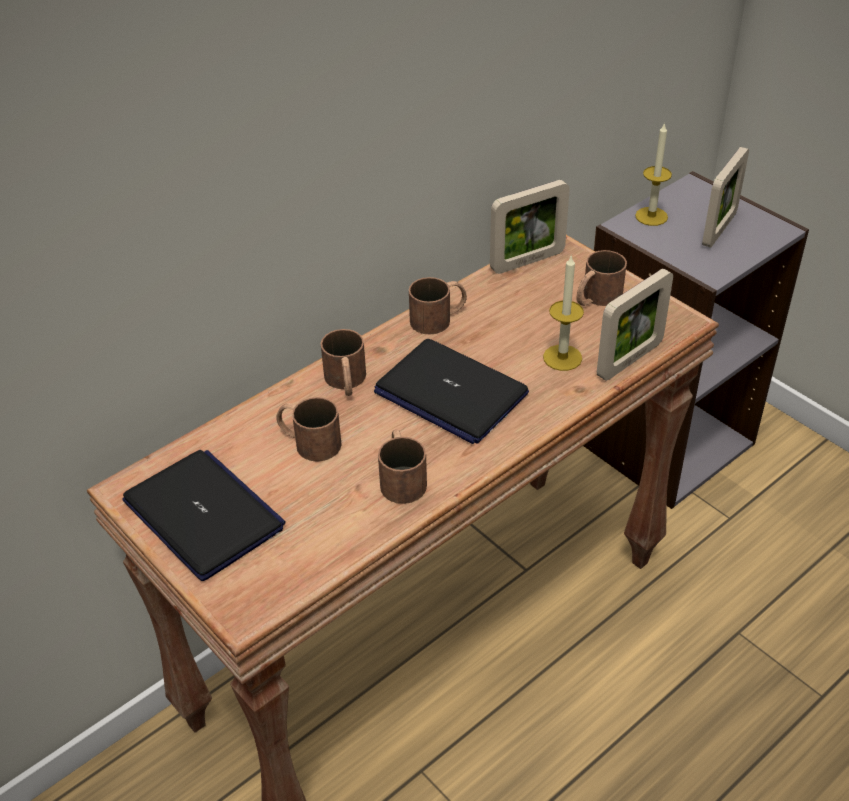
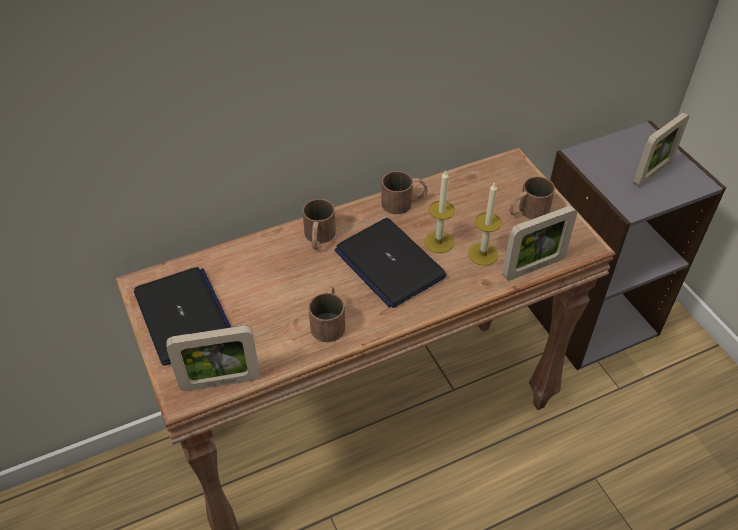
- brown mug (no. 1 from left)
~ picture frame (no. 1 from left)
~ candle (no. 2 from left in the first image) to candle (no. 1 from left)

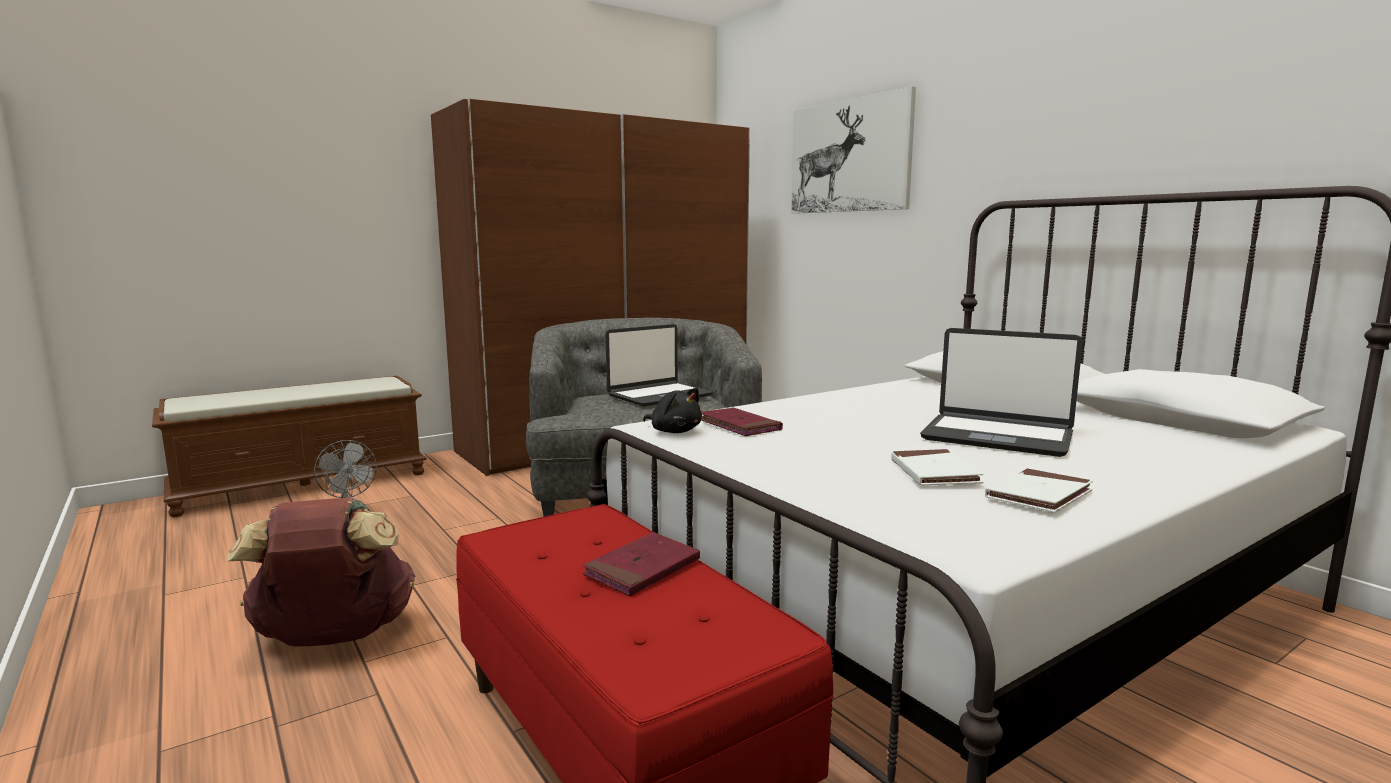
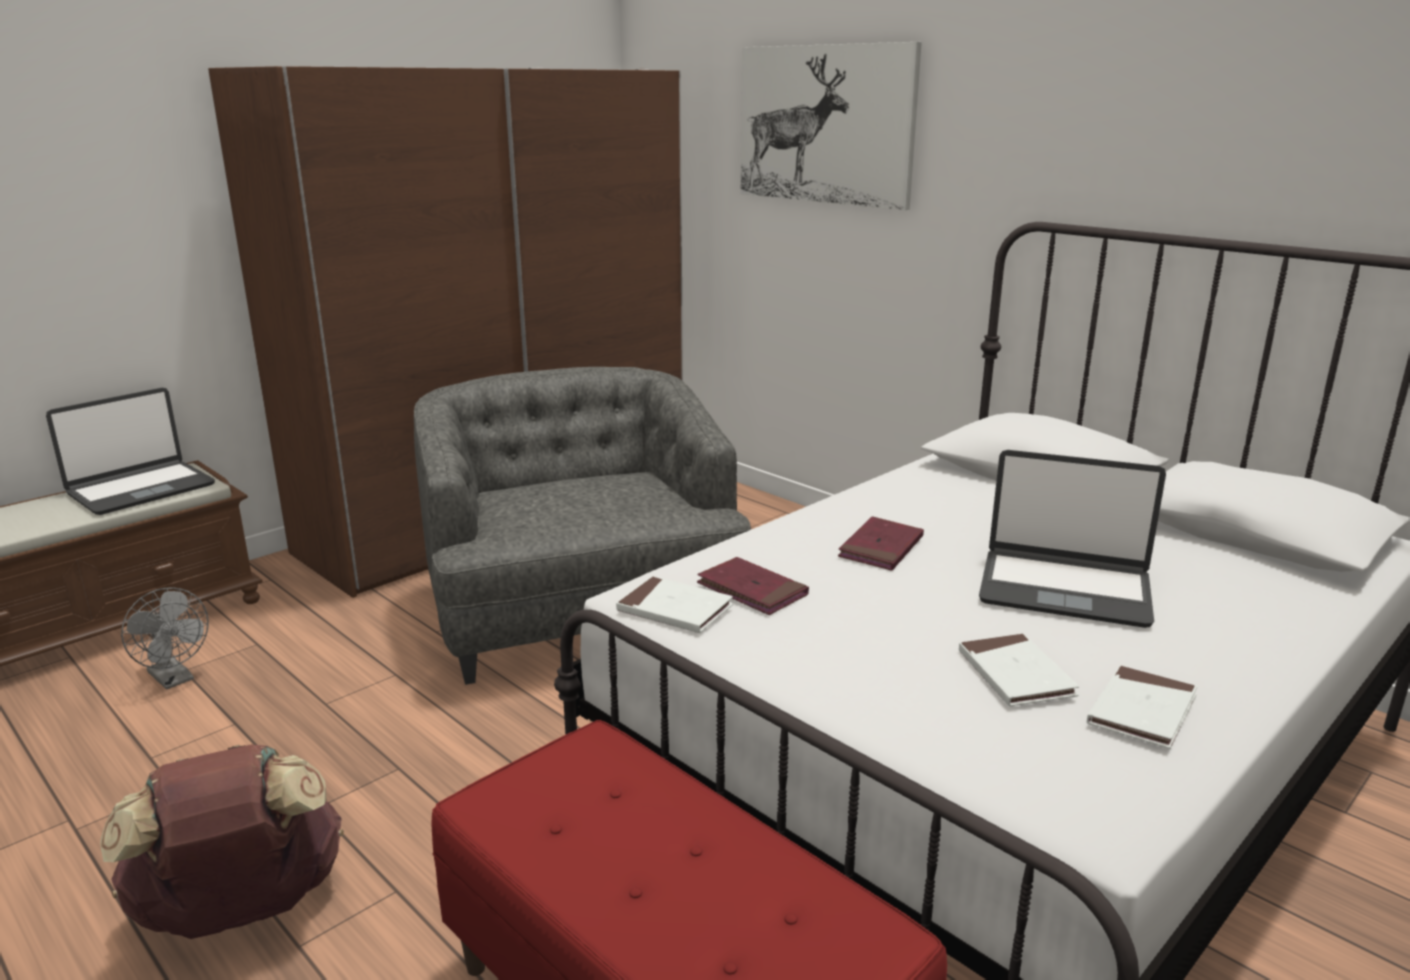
~ red book (no. 1 from left in the first image) to red book (no. 2 from left)
~ laptop (no. 1 from left)
~ black plush toy to white book (no. 1 from left)

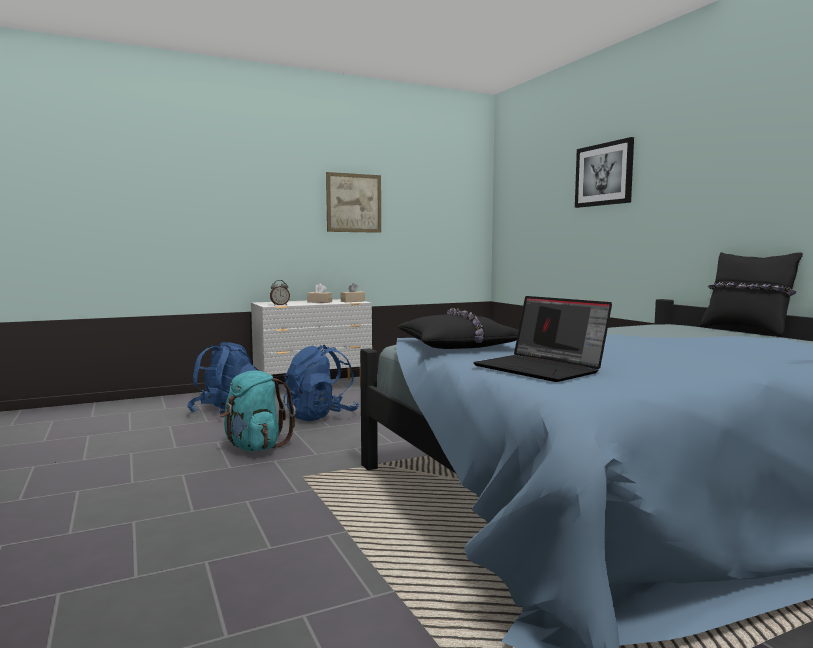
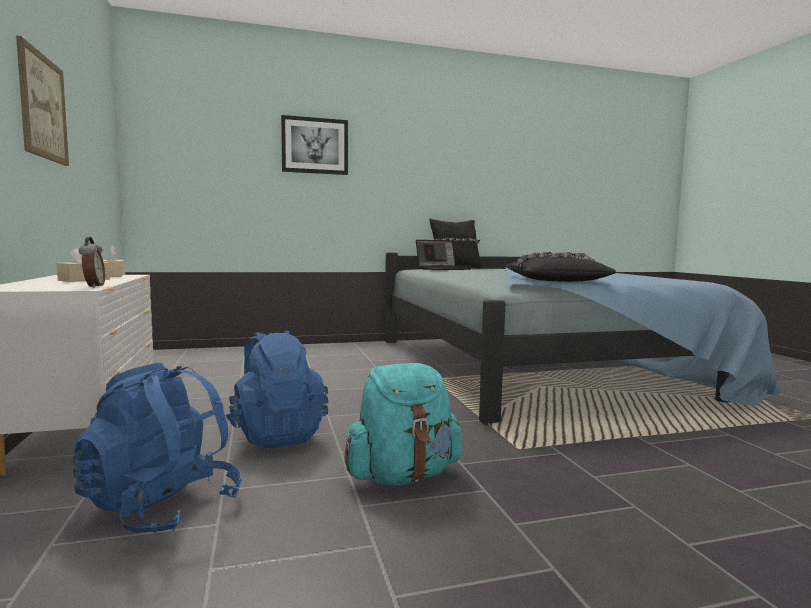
~ laptop

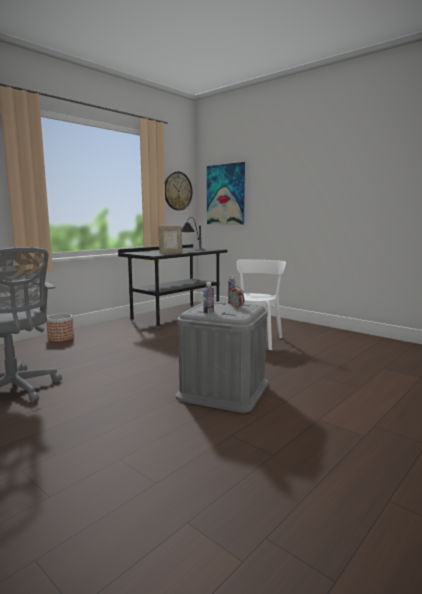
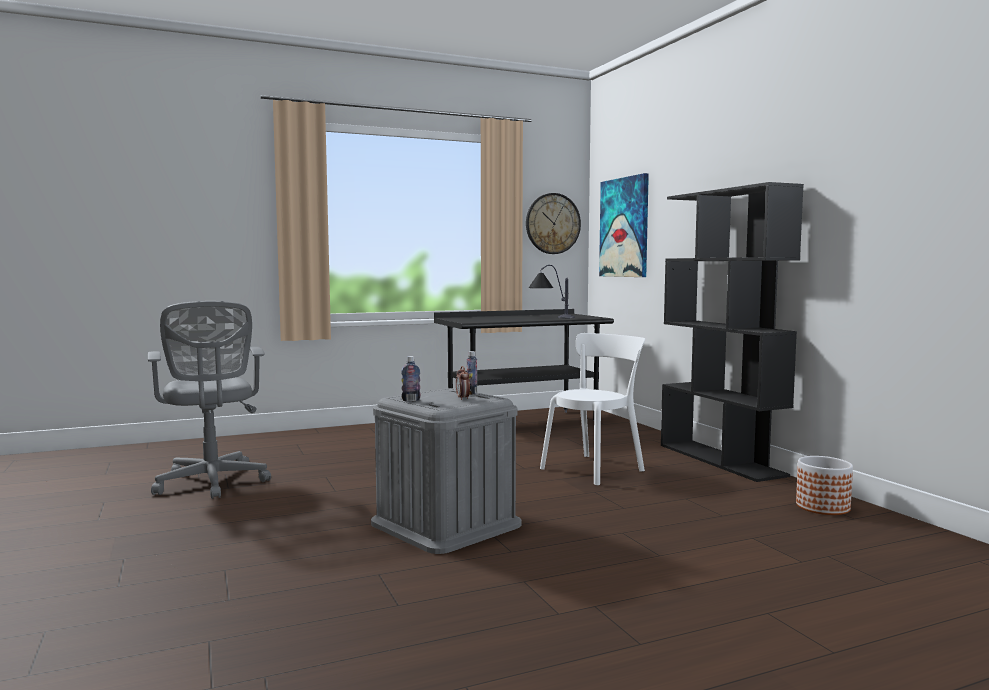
~ planter
- picture frame
+ black bookcase

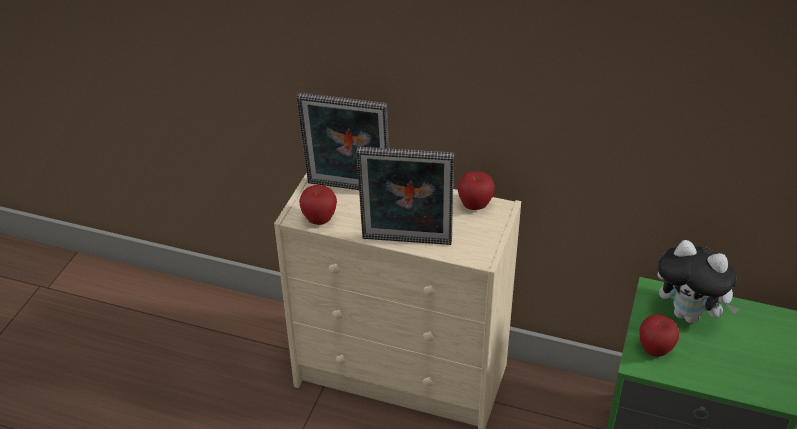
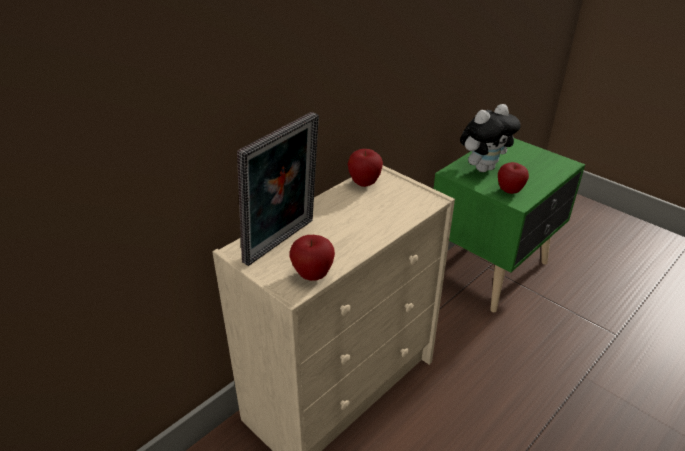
- picture frame (no. 2 from left)

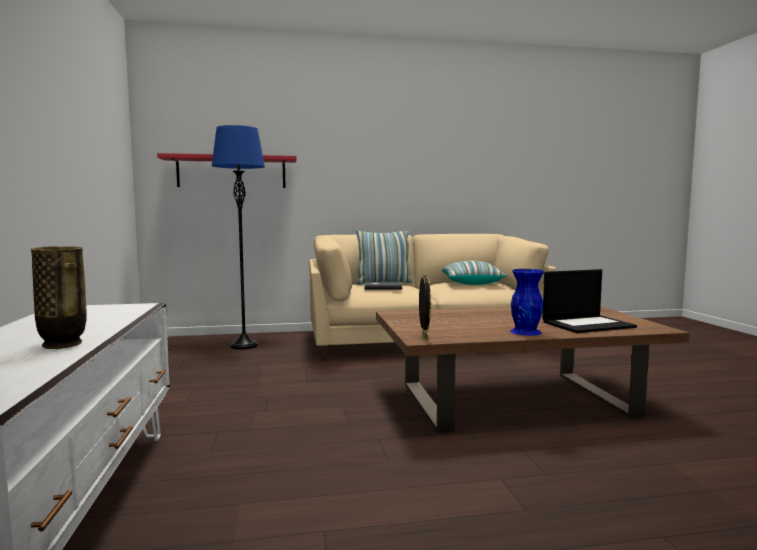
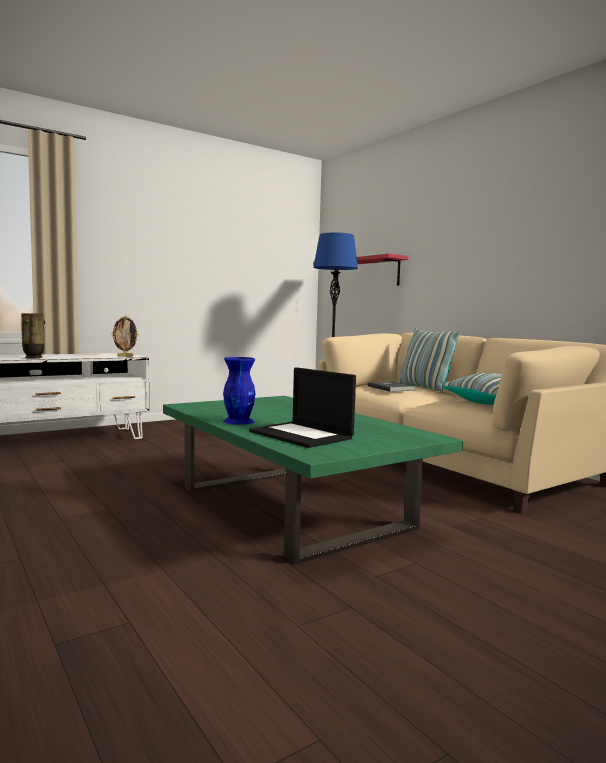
~ brown coffee table to green coffee table
~ picture frame

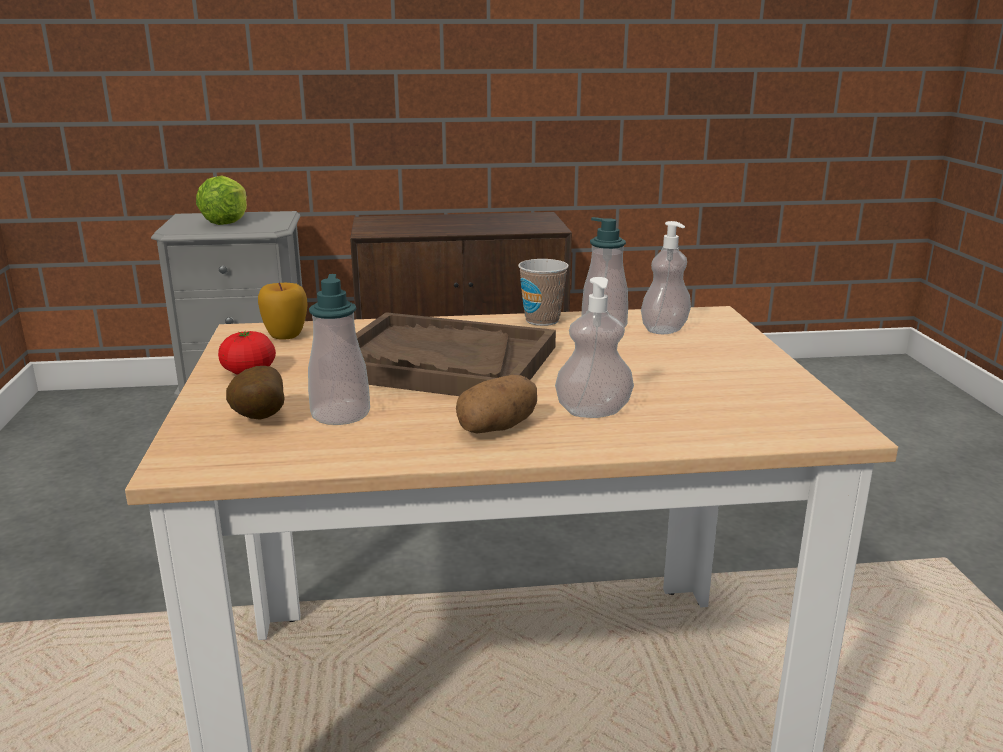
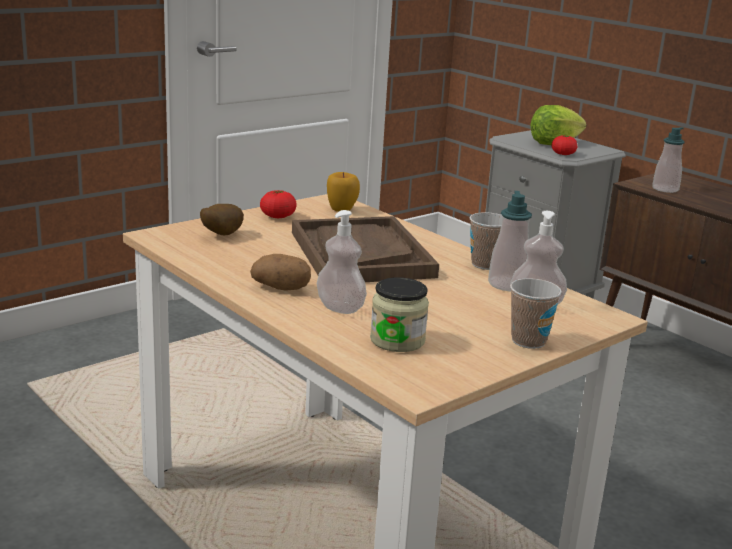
~ soap dispenser (no. 1 from left in the first image) to soap dispenser (no. 4 from left)
+ jar
+ cup (no. 2 from left)
+ tomato (no. 2 from left)

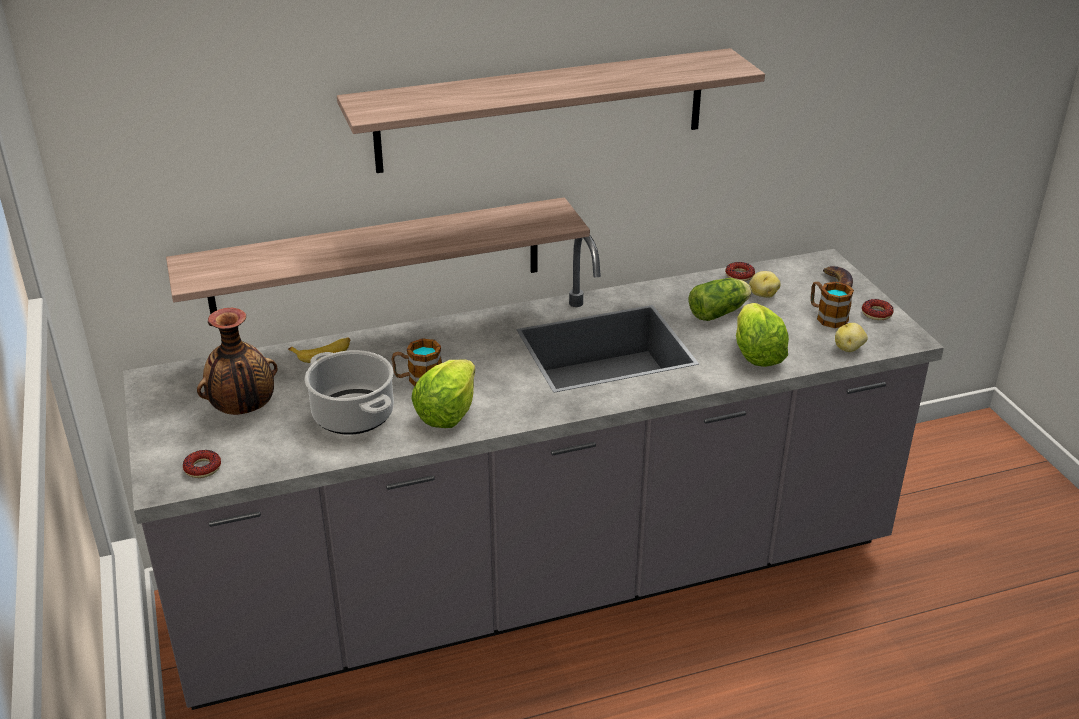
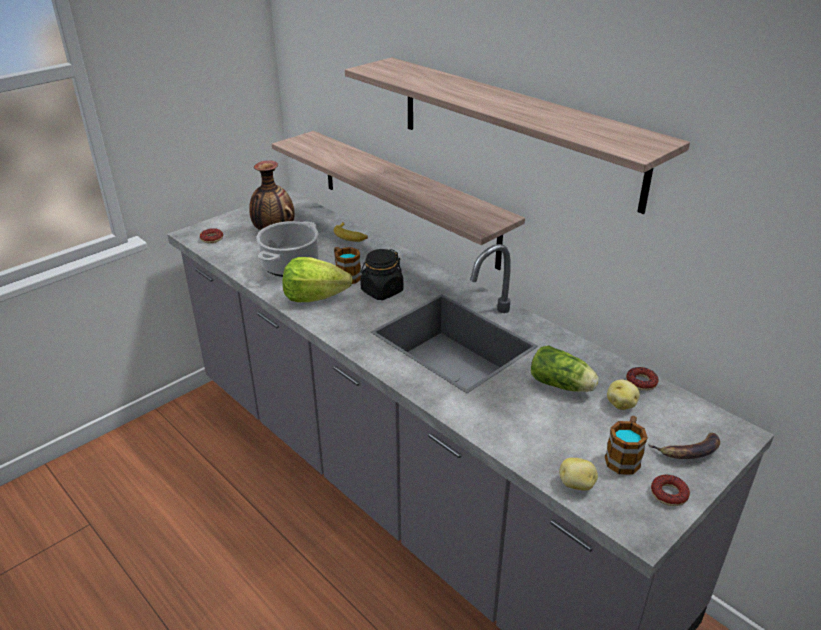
- lettuce (no. 3 from left)
+ black jar

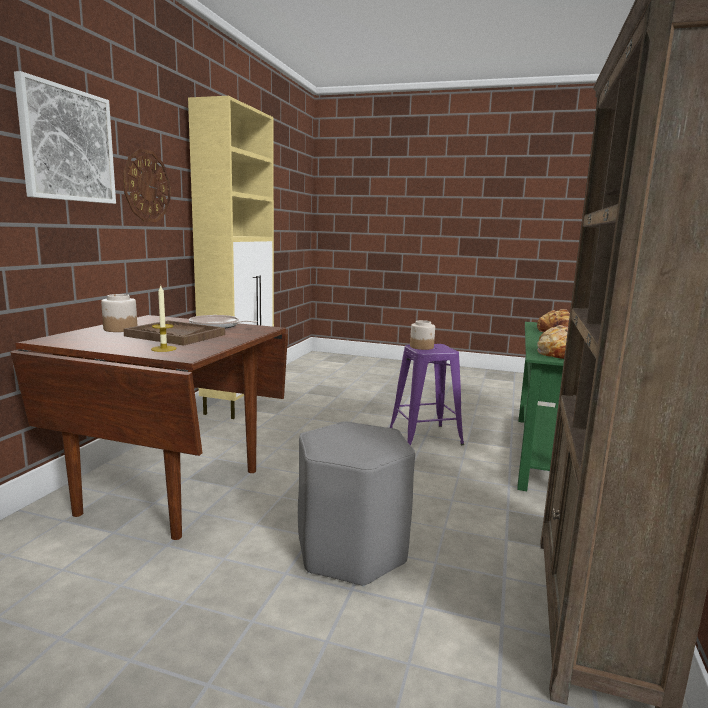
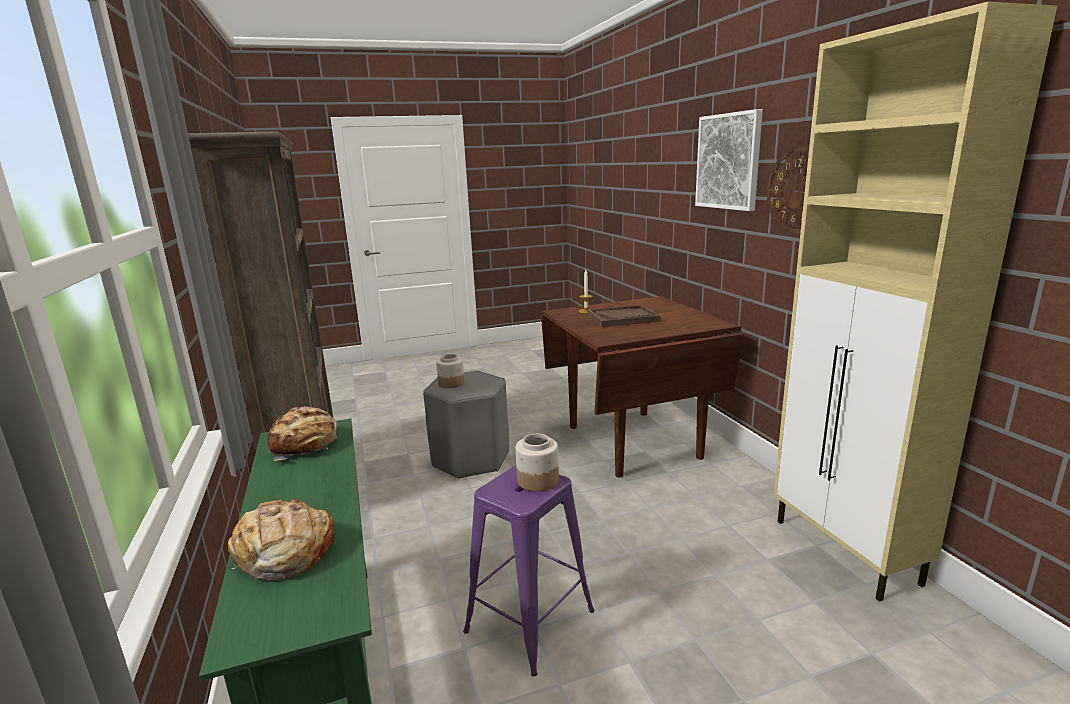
~ jar (no. 1 from left)
- frying pan

